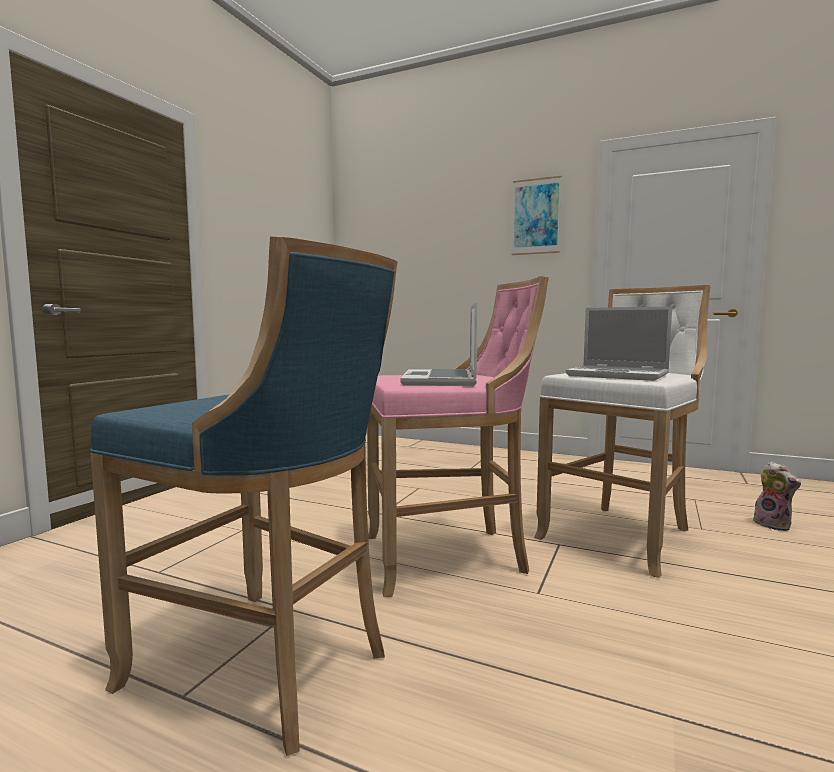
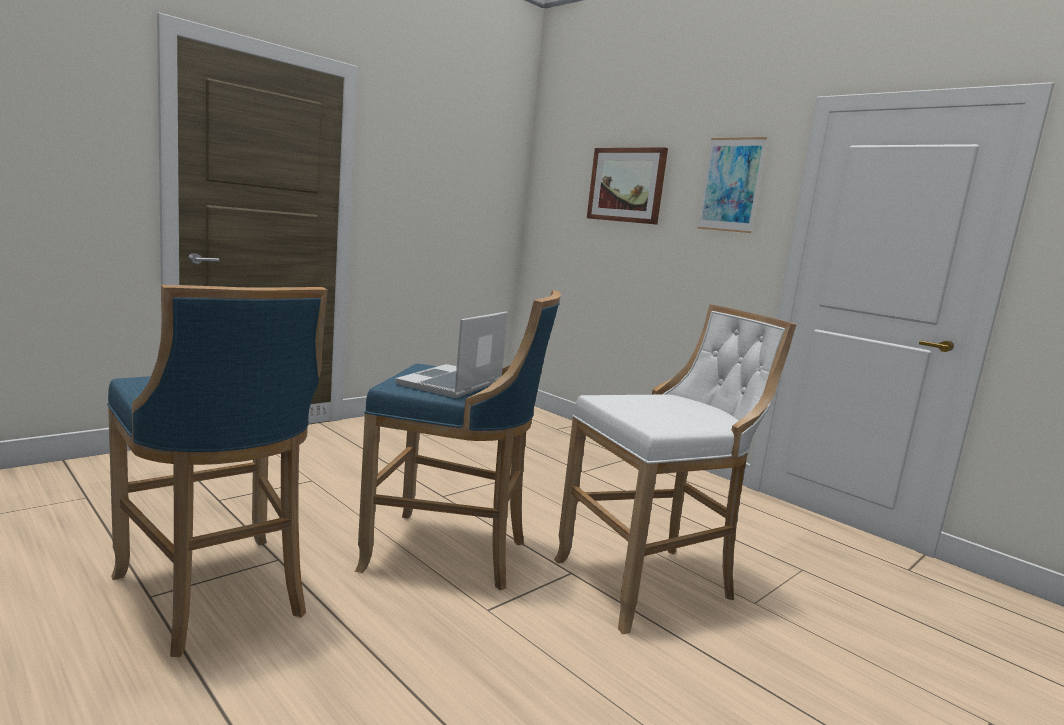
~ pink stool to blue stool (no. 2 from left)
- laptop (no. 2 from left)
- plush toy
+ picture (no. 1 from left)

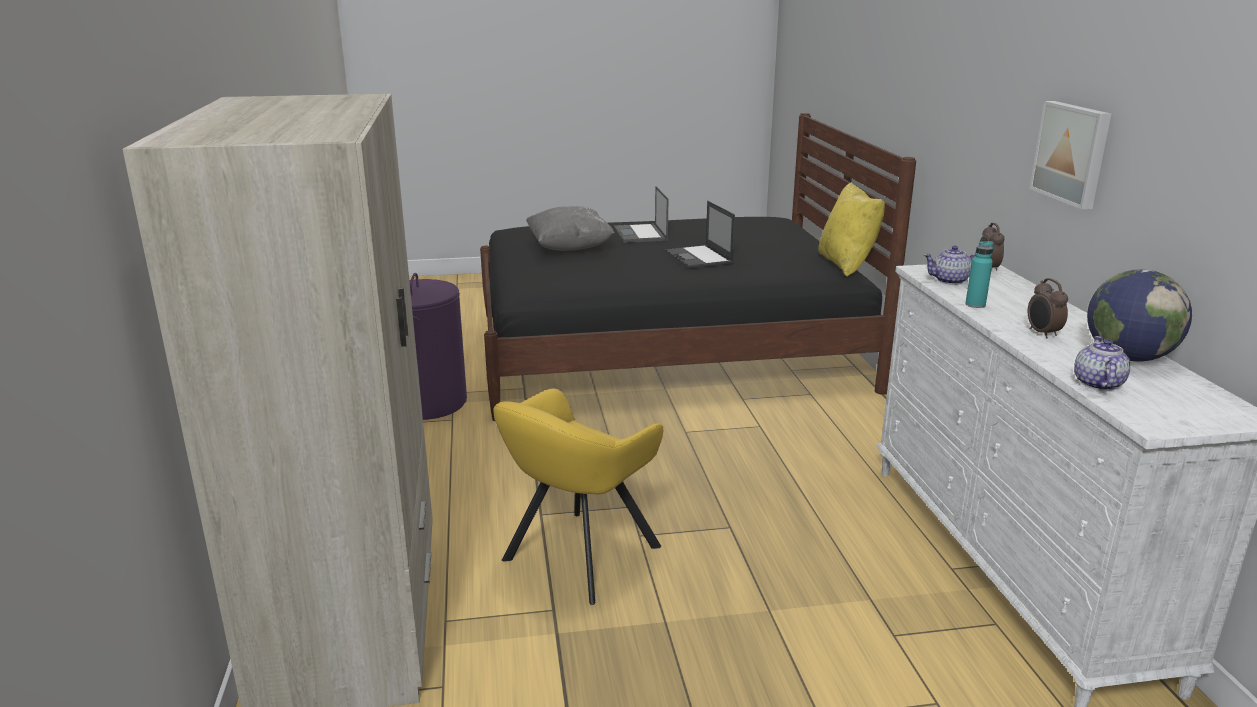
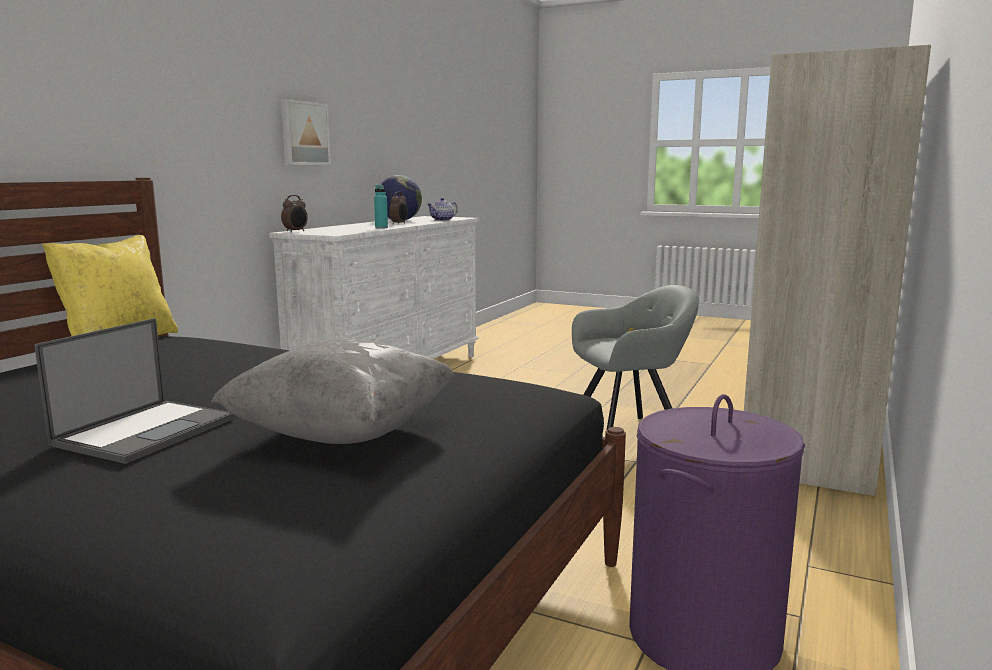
~ yellow armchair to grey armchair
- laptop (no. 2 from left)
- teapot (no. 1 from left)

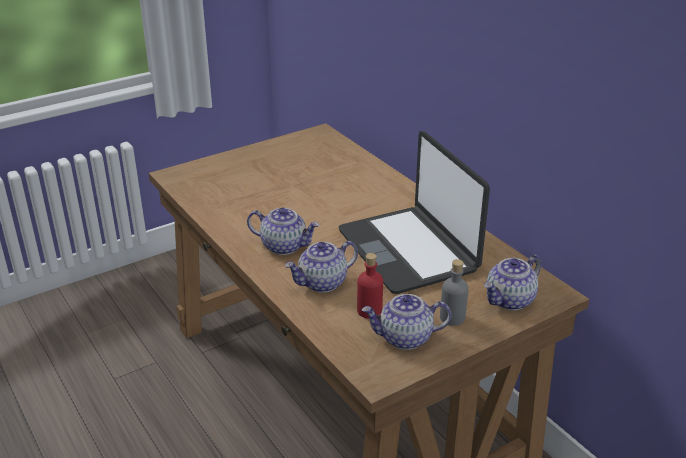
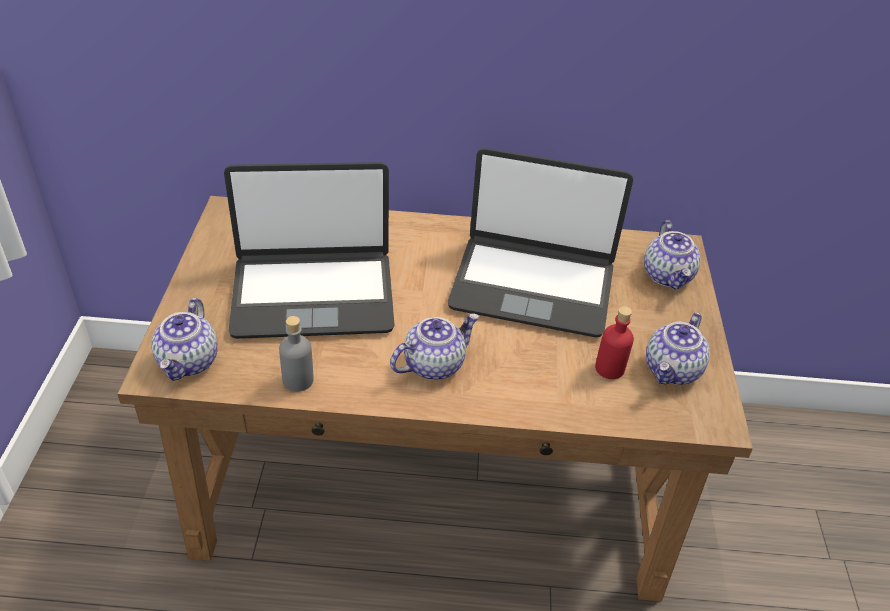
~ teapot (no. 2 from left in the first image) to teapot (no. 1 from left)
~ grey bottle
+ laptop (no. 1 from left)

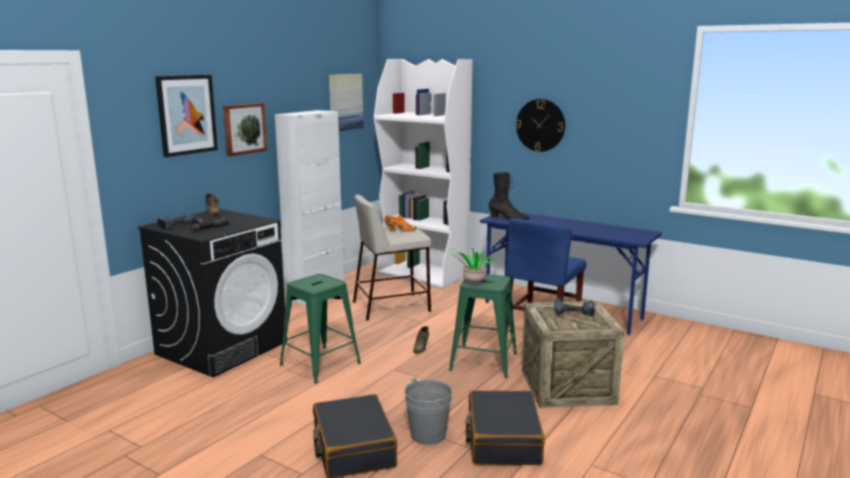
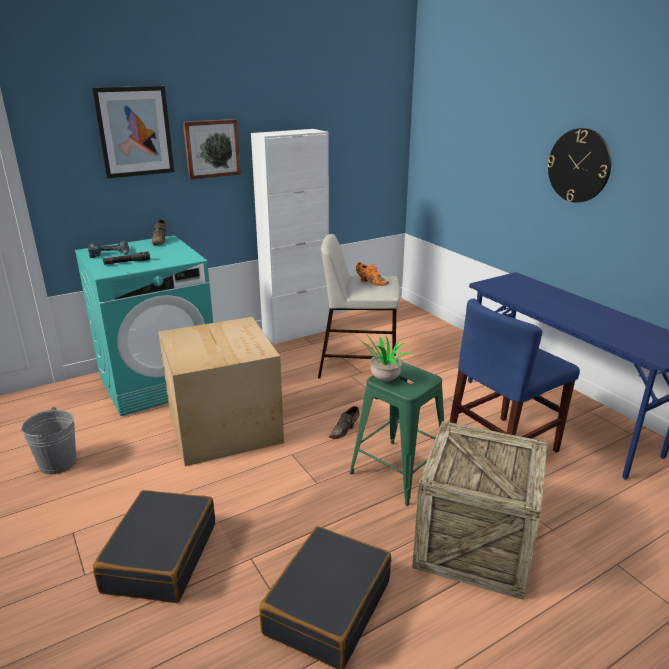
~ black washing machine to turquoise washing machine
~ green stool (no. 1 from left) to cardboard box
- picture (no. 3 from left)
- white bookcase
~ grey bucket
- black boot
- power drill (no. 2 from left)

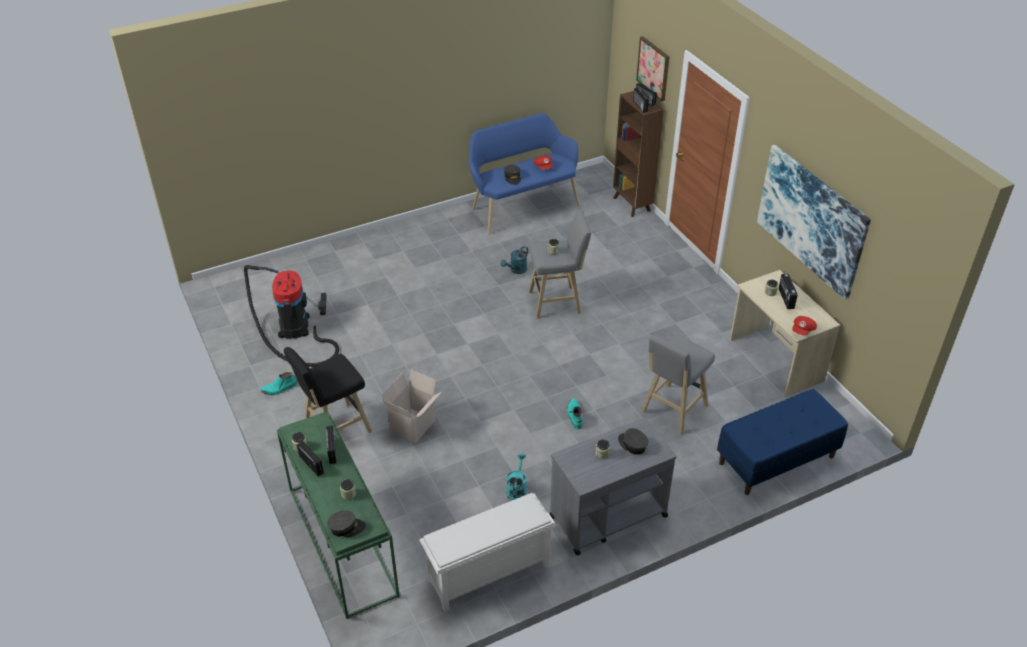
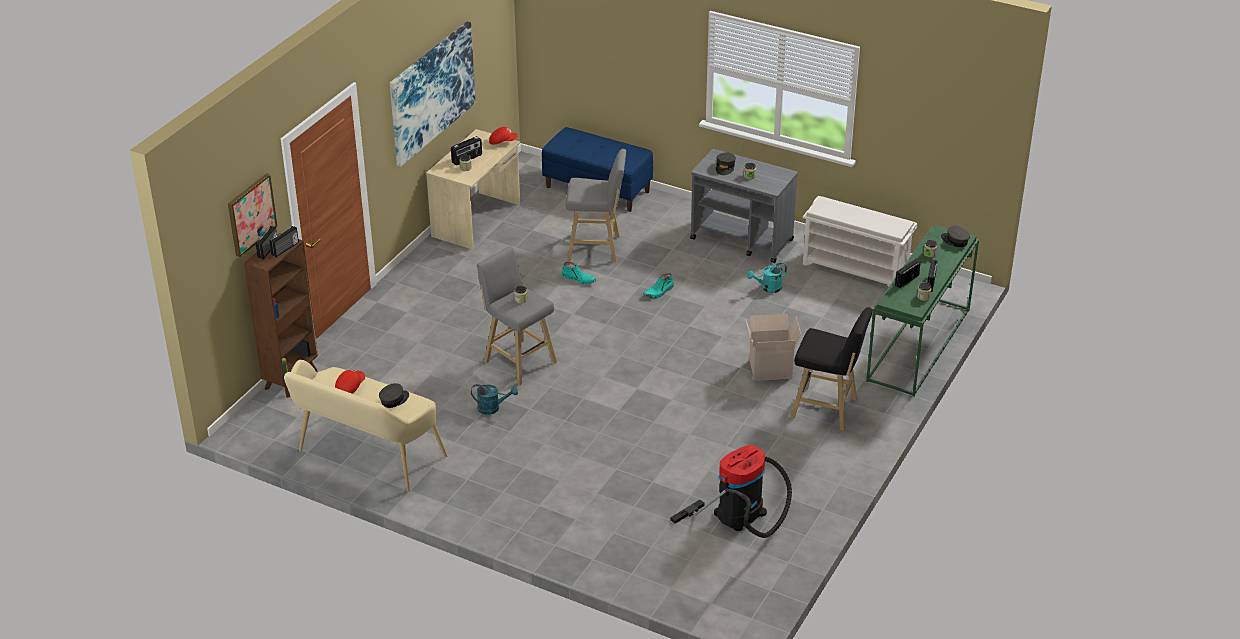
~ turquoise boot (no. 1 from left)
~ blue bench (no. 1 from left) to beige bench

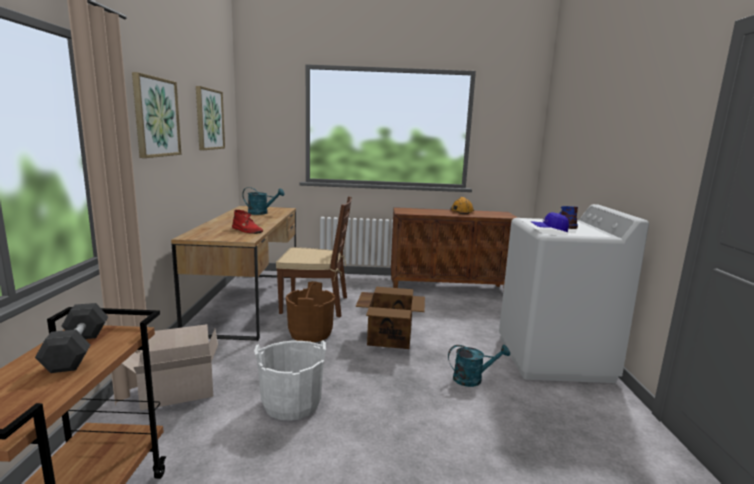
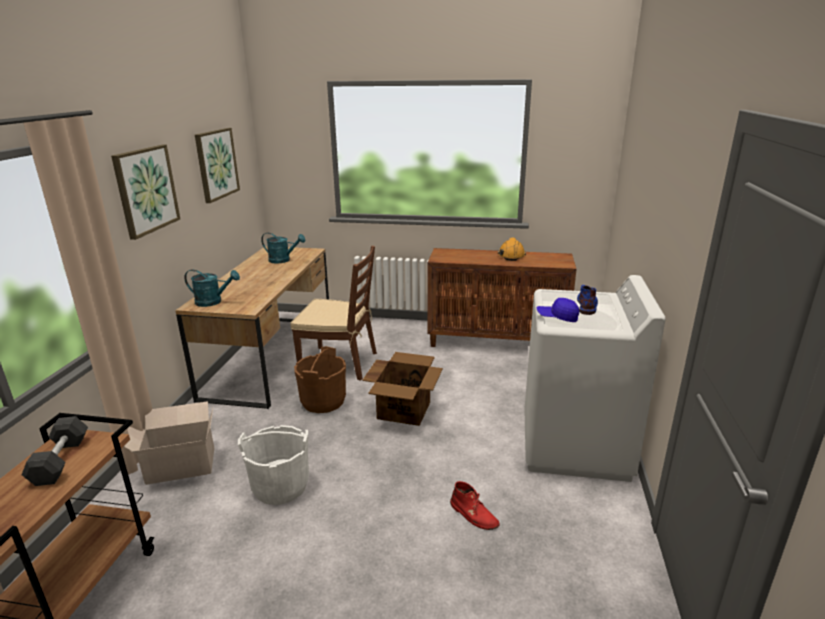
~ red boot
~ turquoise watering can (no. 2 from left in the first image) to turquoise watering can (no. 1 from left)

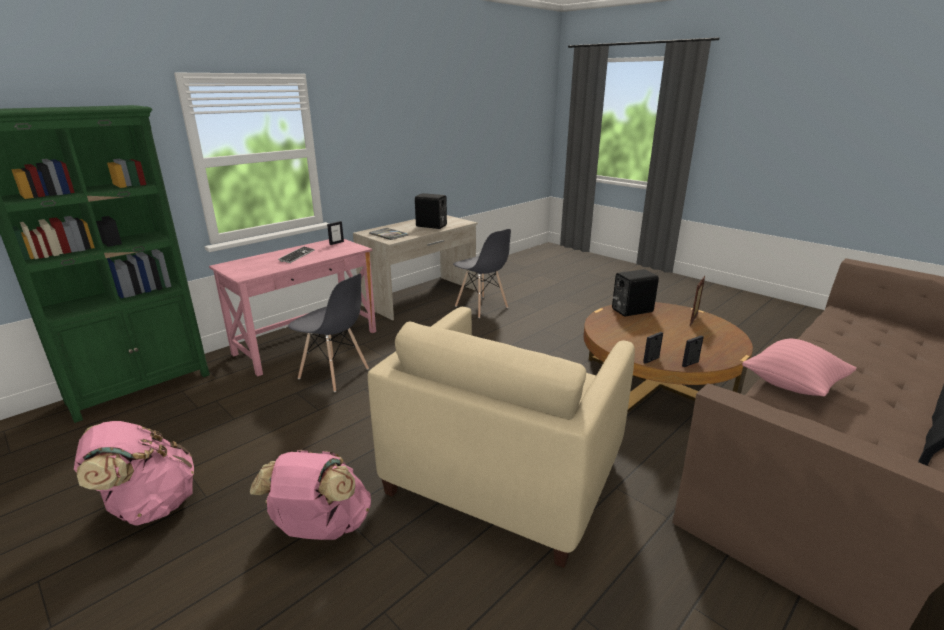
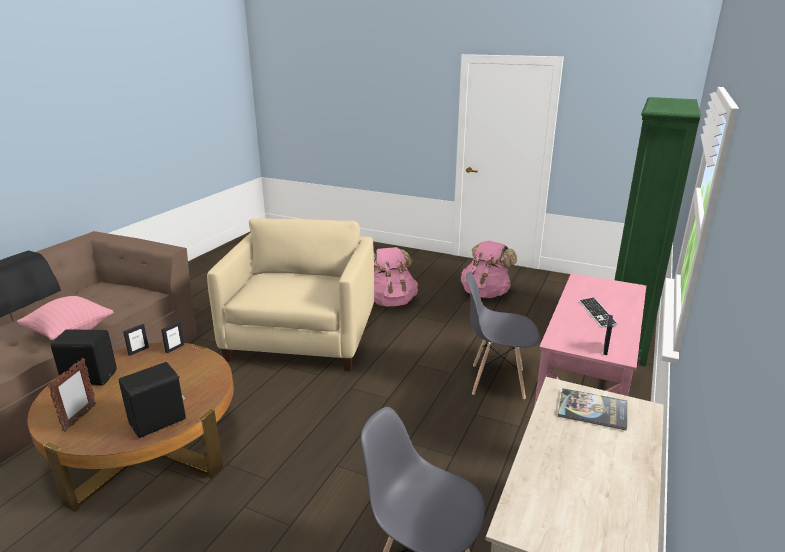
~ black speaker (no. 1 from left)

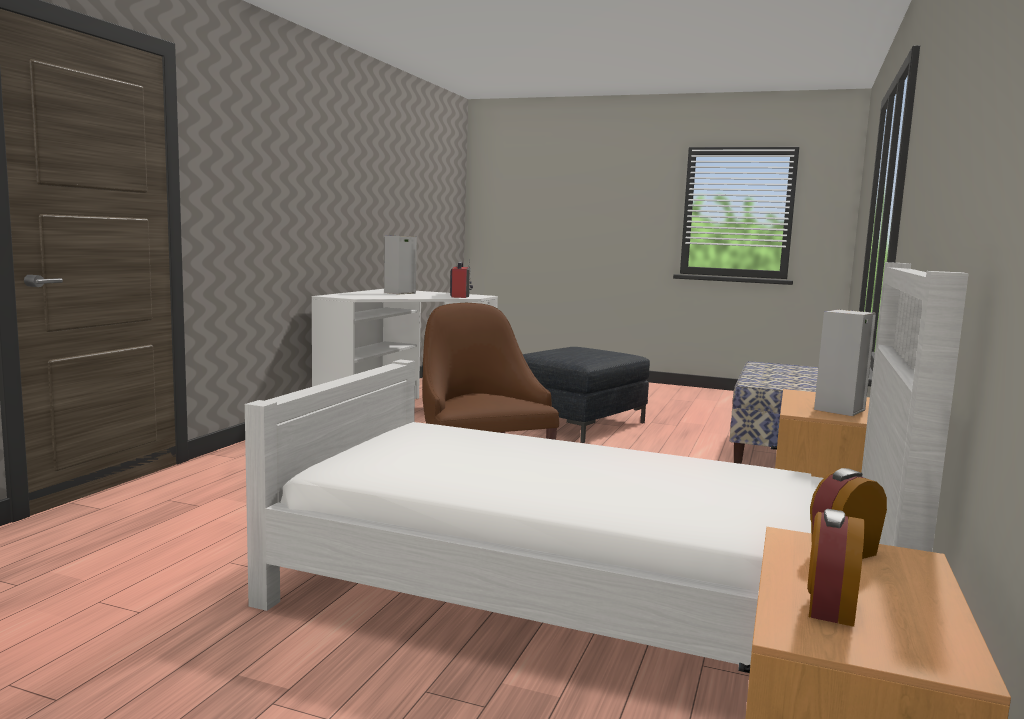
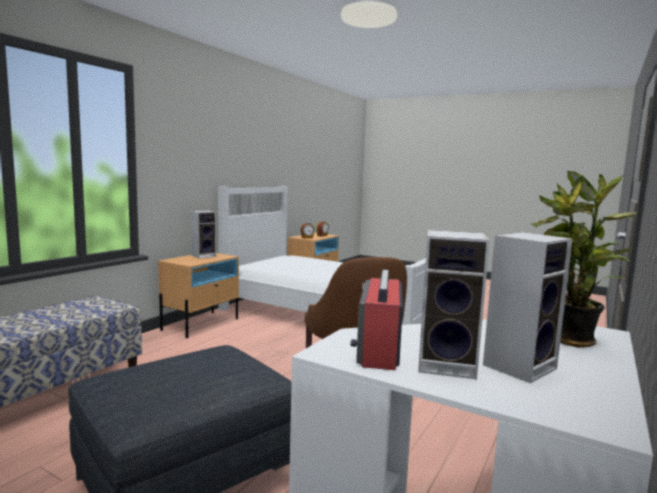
+ speaker (no. 2 from left)
+ potted plant

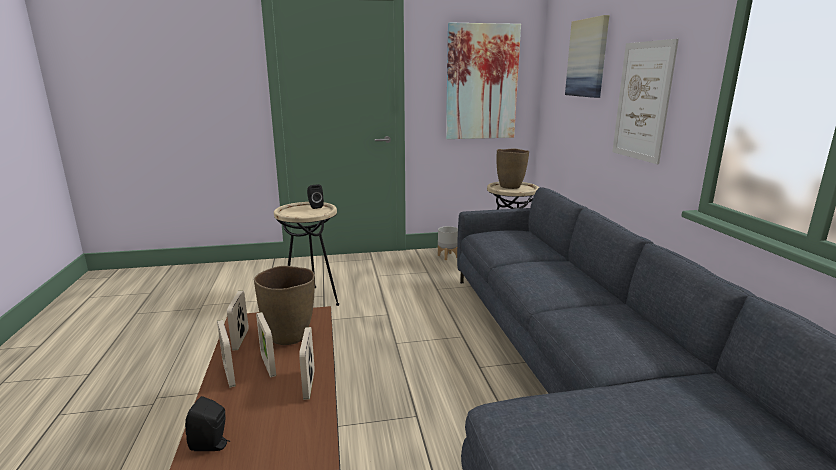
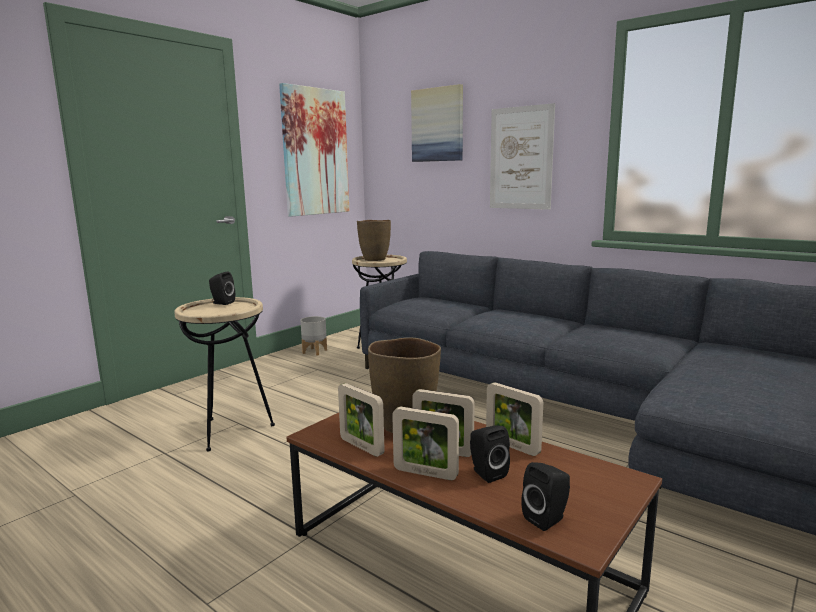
+ black speaker (no. 2 from left)

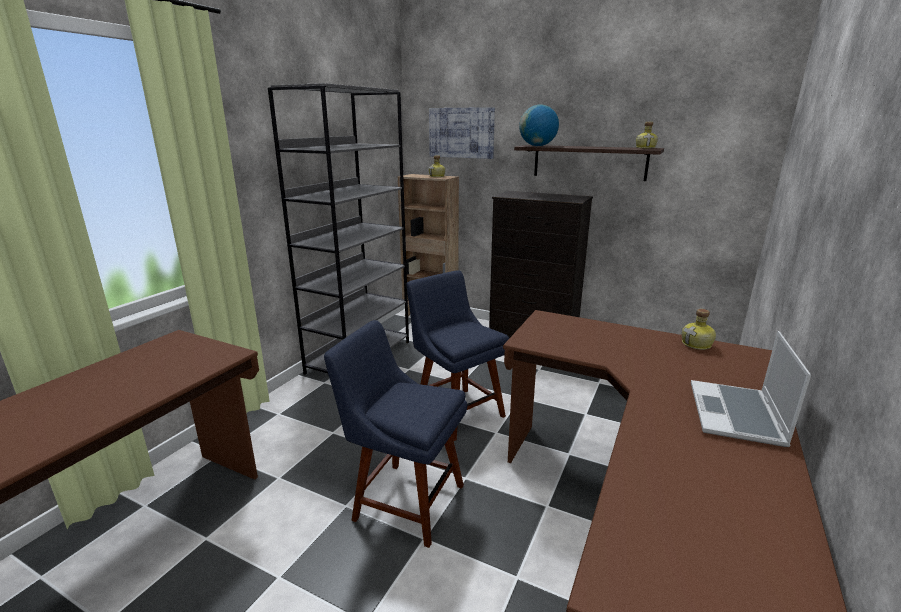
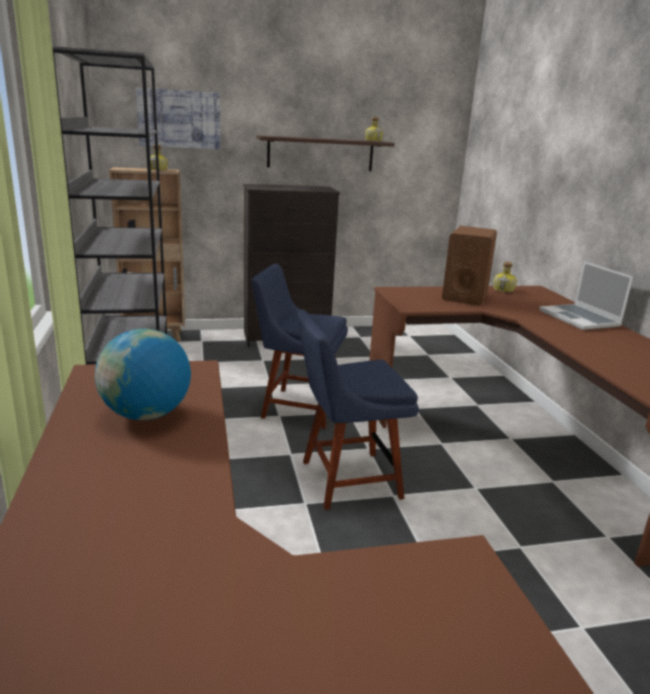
~ globe
+ brown speaker

